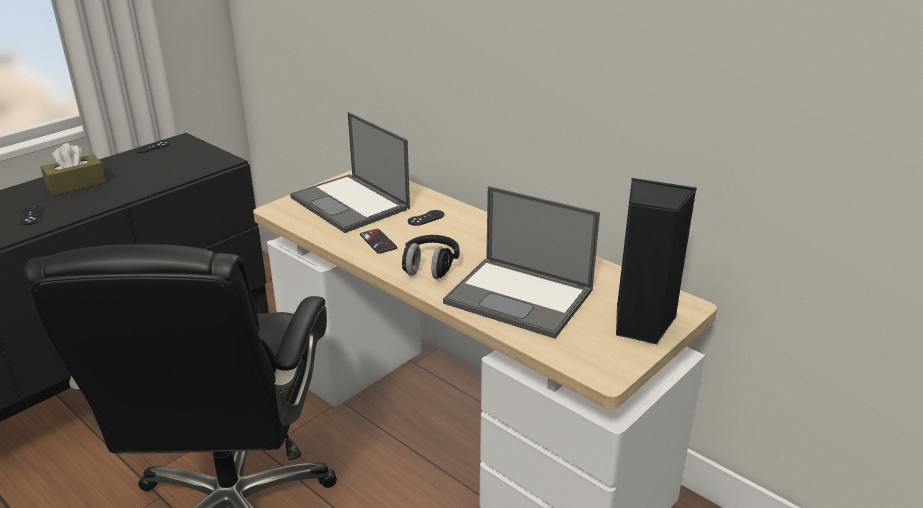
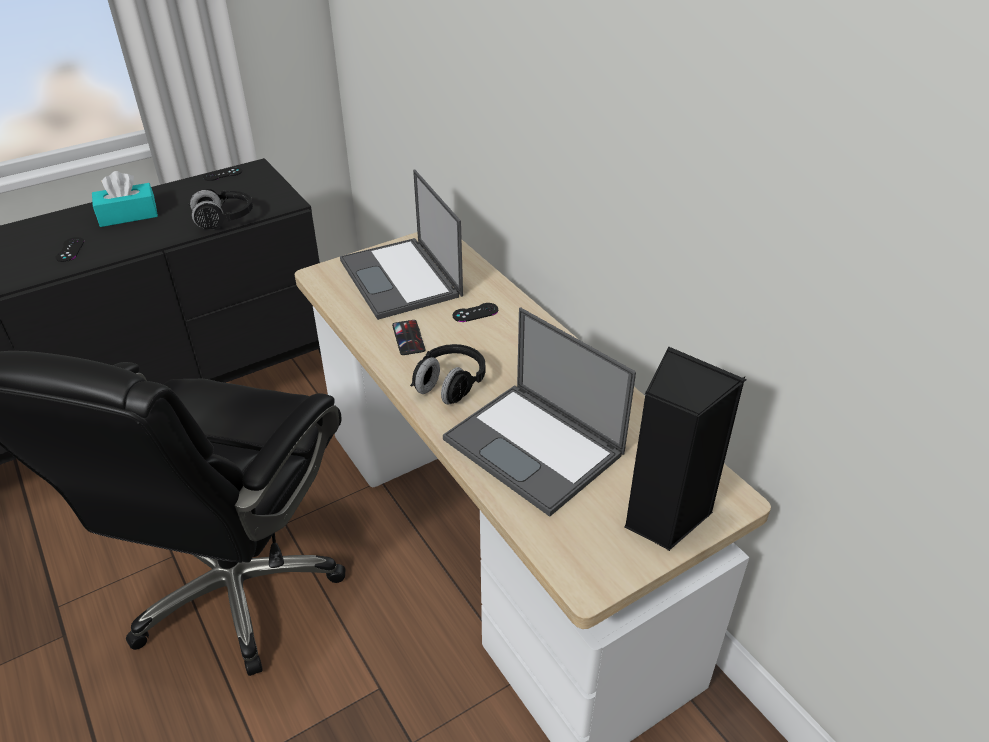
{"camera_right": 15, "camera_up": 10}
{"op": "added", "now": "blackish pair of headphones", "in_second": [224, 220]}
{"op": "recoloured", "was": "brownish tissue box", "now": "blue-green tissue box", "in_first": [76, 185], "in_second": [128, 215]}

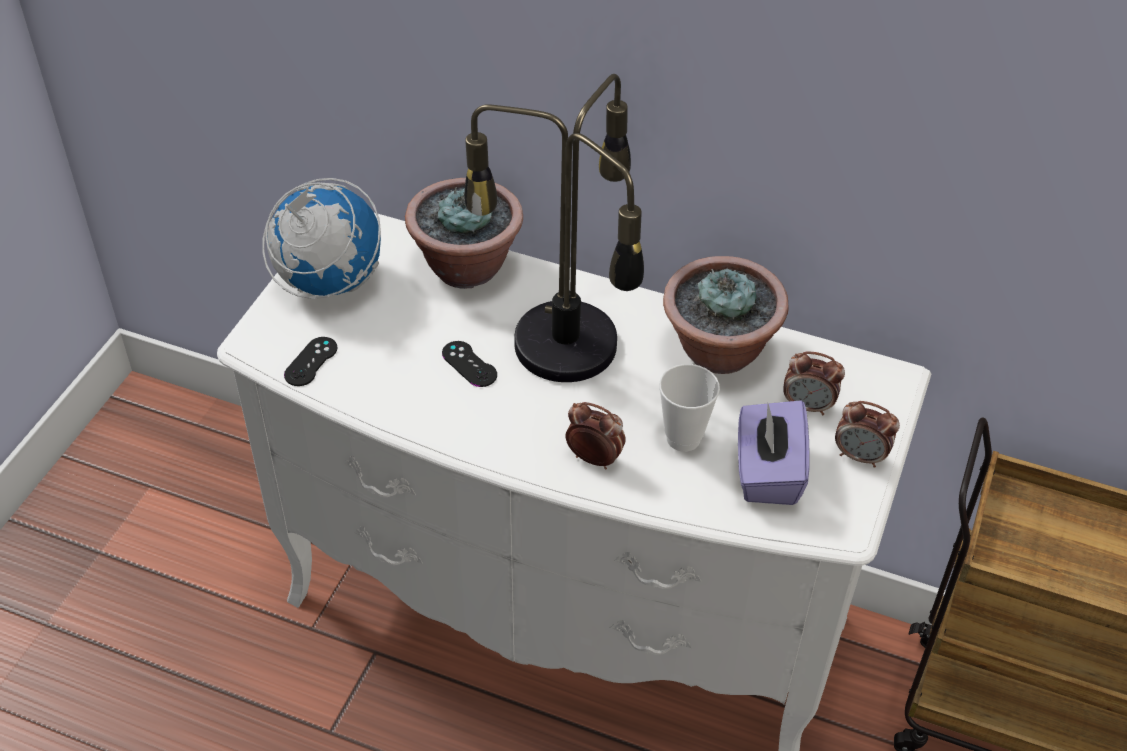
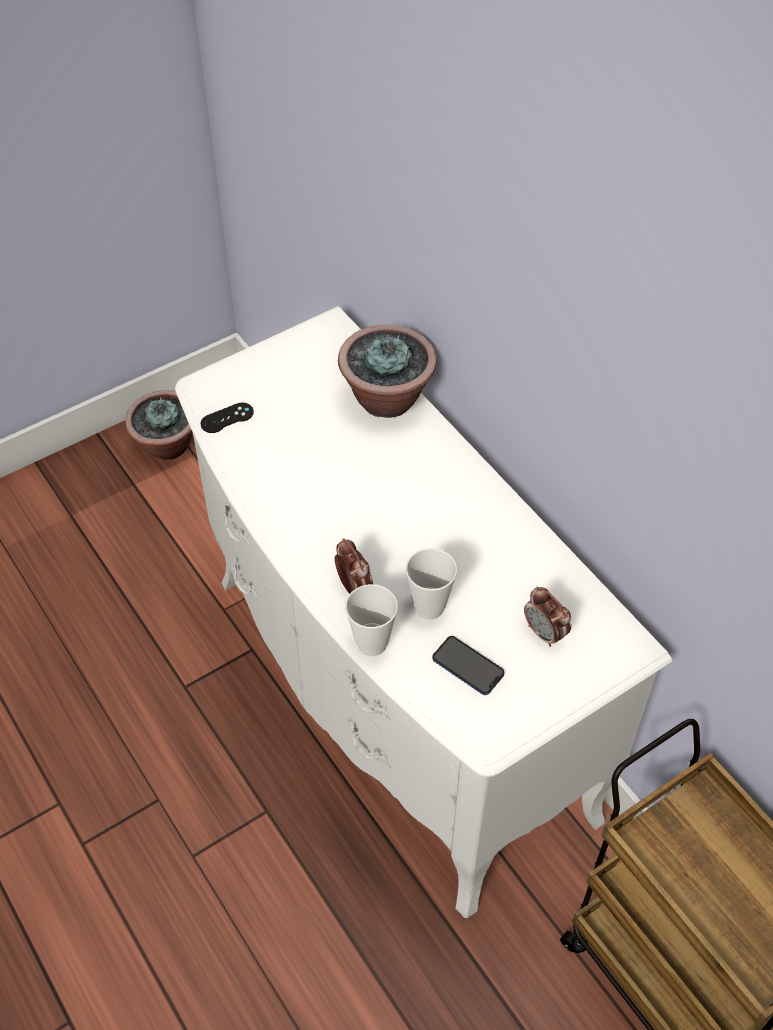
{"camera_right": 35, "camera_up": 5}
{"op": "removed", "was": "world globe", "in_first": [328, 282]}
{"op": "removed", "was": "blackish joypad", "in_first": [469, 364]}
{"op": "removed", "was": "lamp for a table", "in_first": [567, 343]}
{"op": "removed", "was": "alarm clock", "in_first": [860, 456]}
{"op": "added", "now": "small cup", "in_second": [372, 643]}
{"op": "moved", "was": "plant in a pot", "in_first": [719, 352], "in_second": [167, 446]}
{"op": "replaced", "was": "purple tissue box", "now": "phone", "in_first": [767, 472], "in_second": [468, 666]}

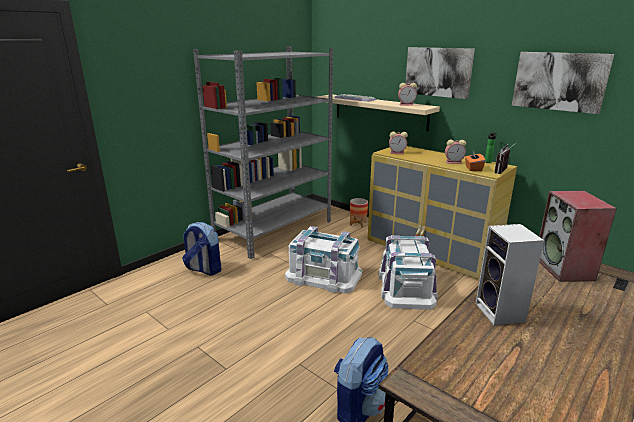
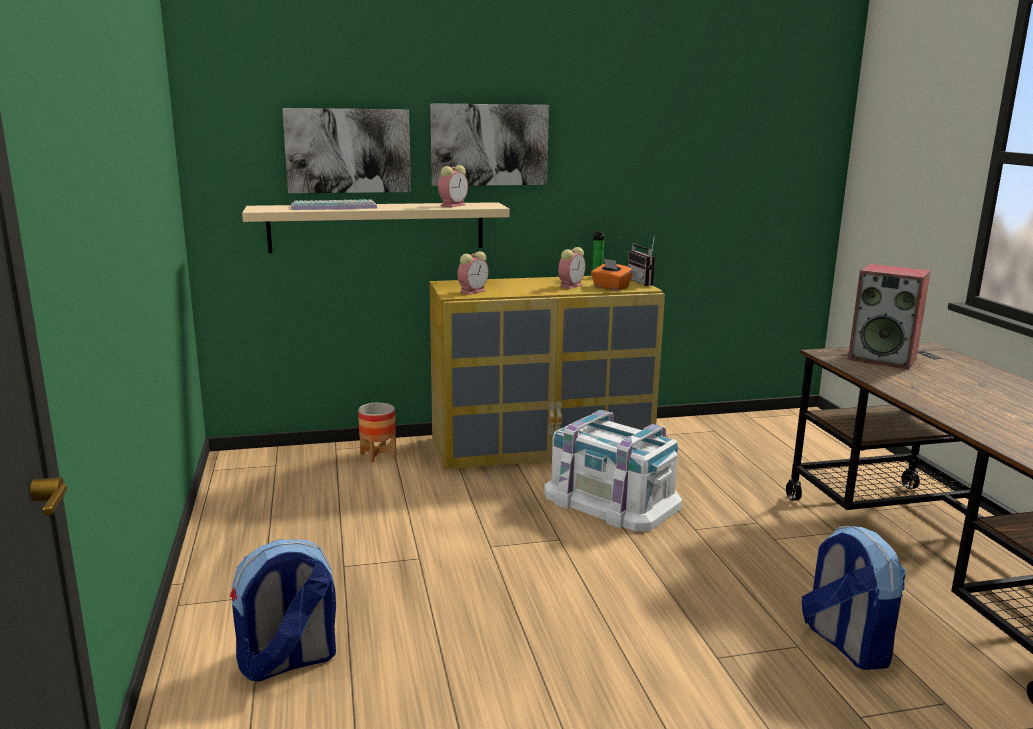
{"camera_right": -55, "camera_up": -5}
{"op": "removed", "was": "grey shelving unit", "in_first": [274, 230]}
{"op": "removed", "was": "white storage container", "in_first": [324, 275]}
{"op": "removed", "was": "speaker", "in_first": [501, 313]}
{"op": "moved", "was": "wall picture", "in_first": [559, 81], "in_second": [348, 150]}

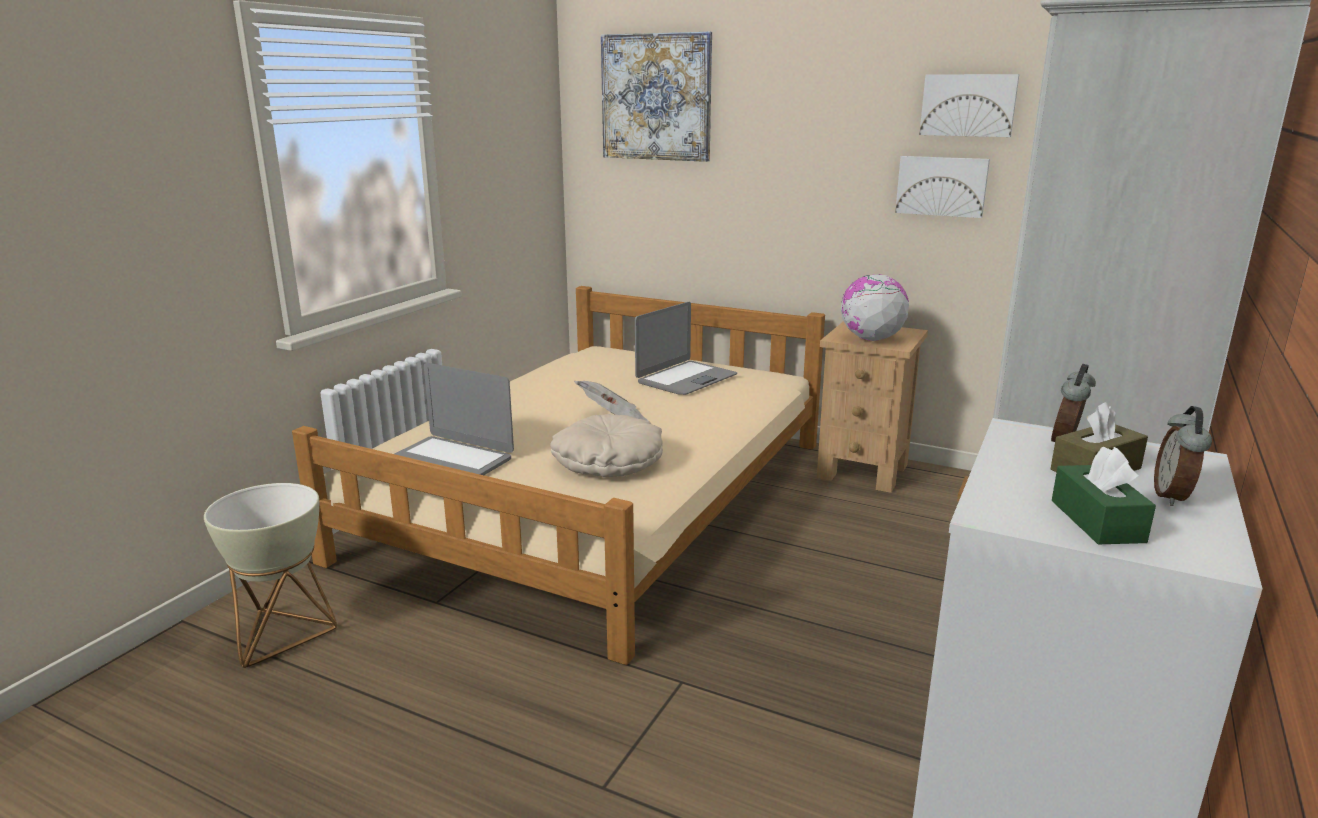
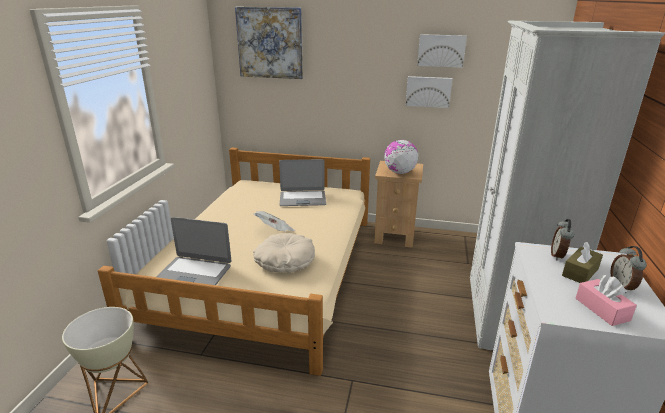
{"camera_right": -15, "camera_up": 5}
{"op": "recoloured", "was": "green tissue box", "now": "pink-coloured tissue box", "in_first": [1097, 521], "in_second": [602, 309]}
{"op": "turned", "was": "laptop", "in_first": [686, 379], "in_second": [302, 199], "clockwise": 60}

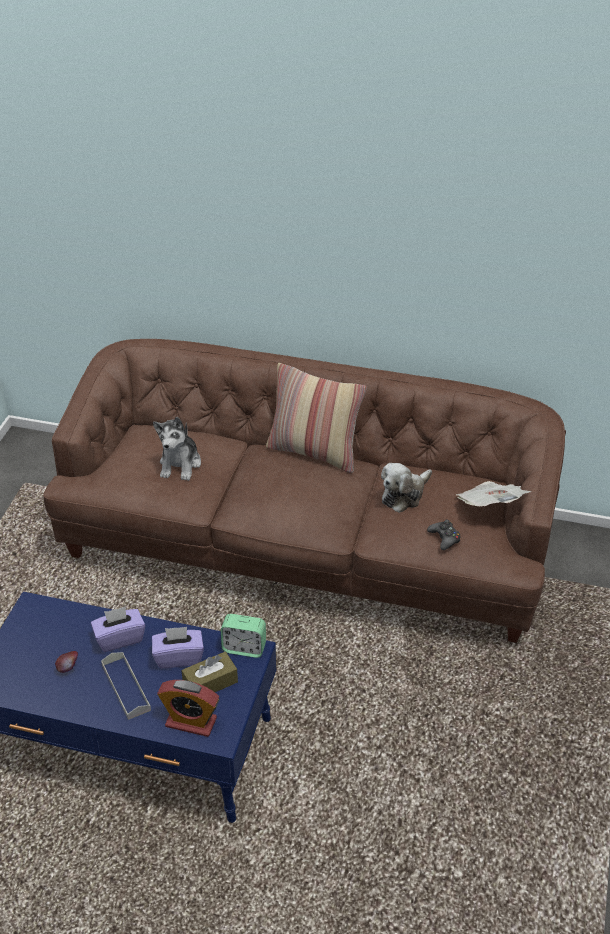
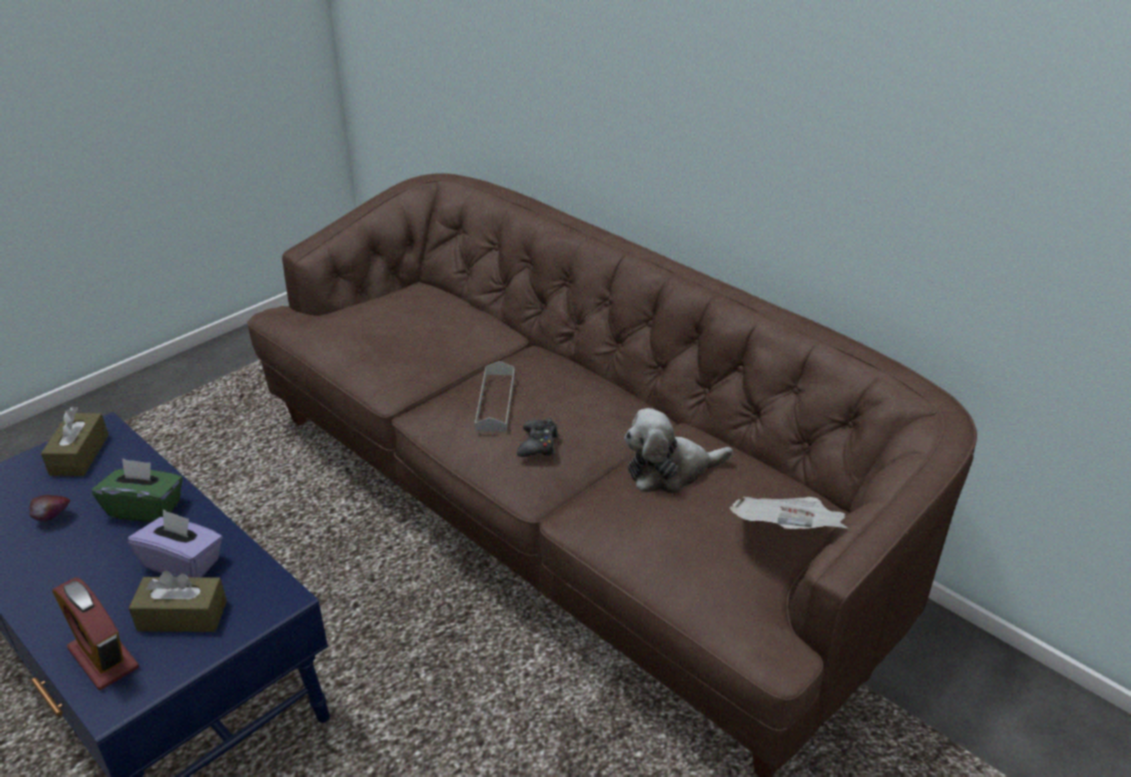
{"camera_right": 30, "camera_up": -5}
{"op": "removed", "was": "cuddly toy", "in_first": [180, 464]}
{"op": "removed", "was": "alarm clock", "in_first": [244, 648]}
{"op": "removed", "was": "throw pillow", "in_first": [314, 452]}
{"op": "added", "now": "brownish tissue box", "in_second": [79, 455]}
{"op": "moved", "was": "grey tray", "in_first": [126, 687], "in_second": [495, 402]}
{"op": "moved", "was": "blackish joypad", "in_first": [444, 538], "in_second": [538, 444]}
{"op": "recoloured", "was": "purple tissue box", "now": "green tissue box", "in_first": [119, 638], "in_second": [146, 508]}

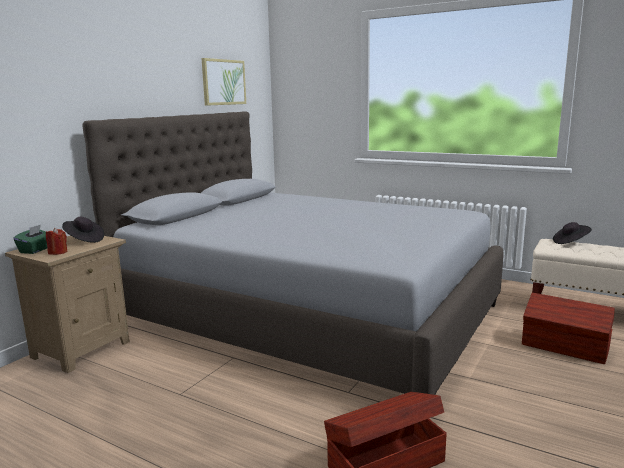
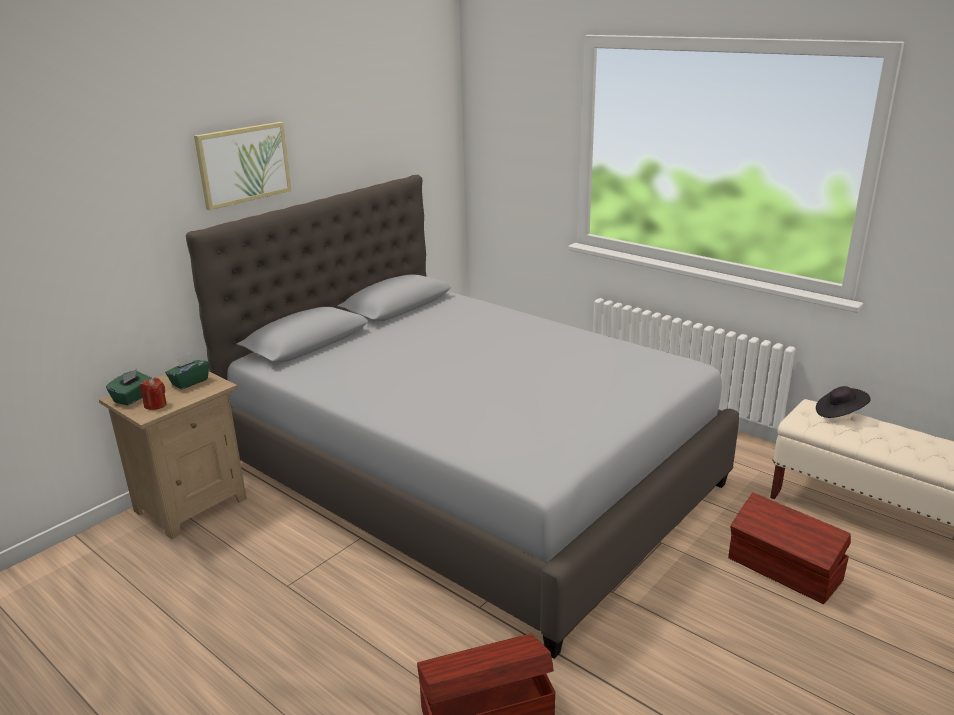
{"camera_right": 10, "camera_up": 10}
{"op": "moved", "was": "wall picture", "in_first": [223, 82], "in_second": [243, 164]}
{"op": "replaced", "was": "blackish clothing hat", "now": "green tissue box", "in_first": [84, 240], "in_second": [189, 382]}

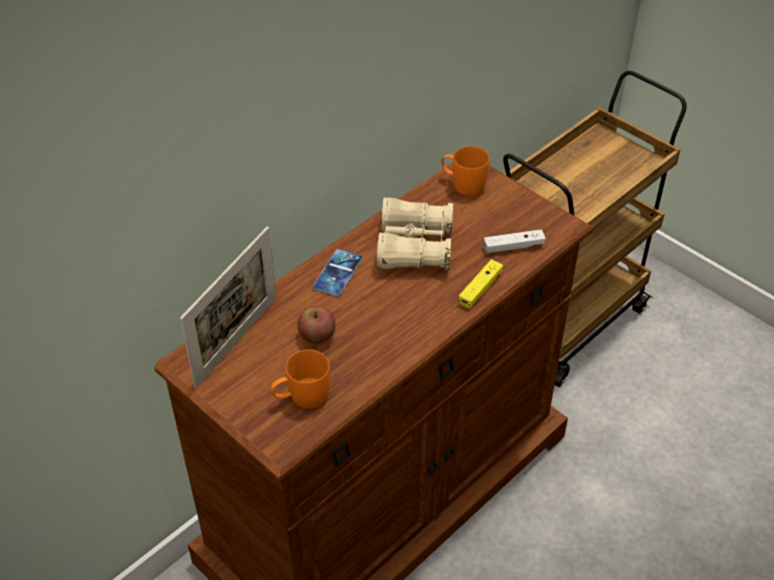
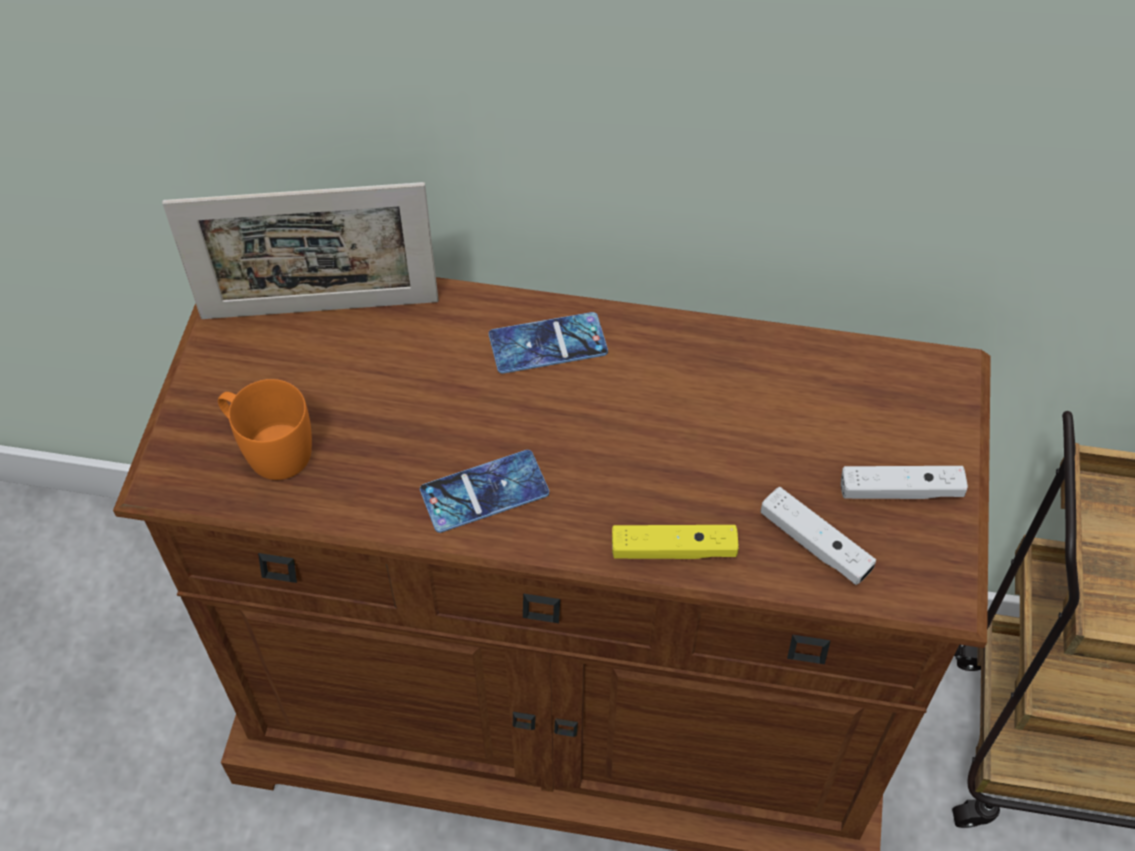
{"camera_right": 55, "camera_up": 10}
{"op": "removed", "was": "apple", "in_first": [317, 335]}
{"op": "removed", "was": "beige pair of binoculars", "in_first": [414, 247]}
{"op": "removed", "was": "orange coffee mug", "in_first": [462, 184]}
{"op": "added", "now": "phone", "in_second": [484, 492]}
{"op": "added", "now": "white joypad", "in_second": [900, 490]}

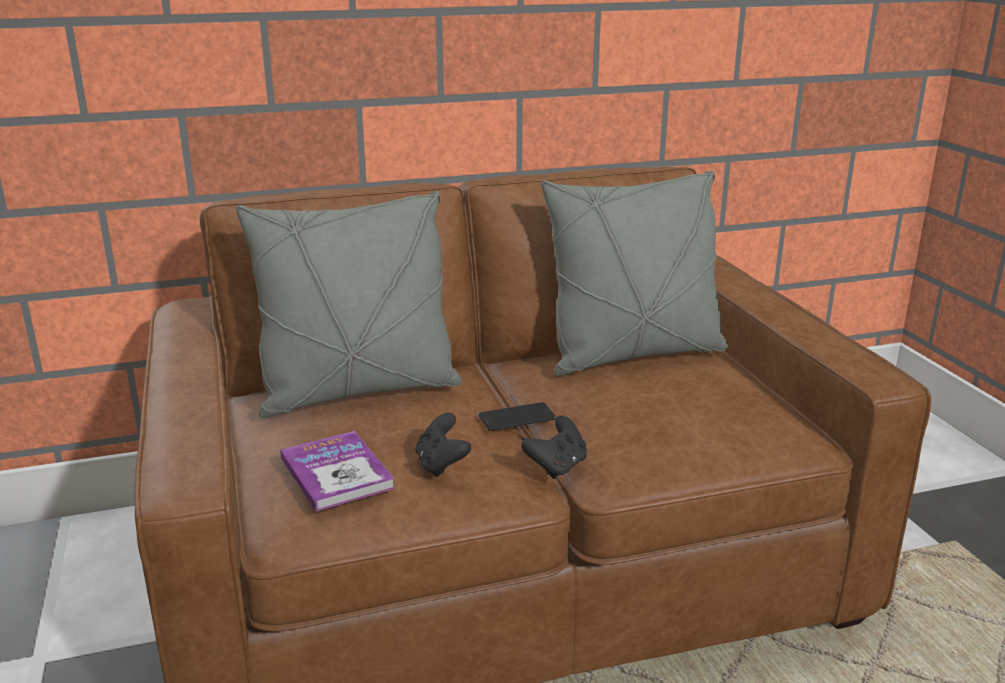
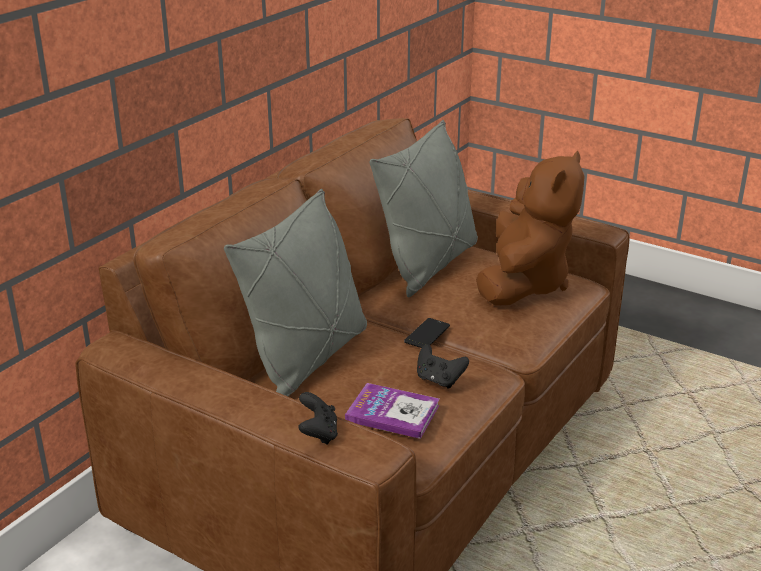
{"camera_right": -40, "camera_up": 5}
{"op": "added", "now": "brownish cuddly toy", "in_second": [523, 284]}
{"op": "moved", "was": "blackish joypad", "in_first": [557, 467], "in_second": [318, 434]}

